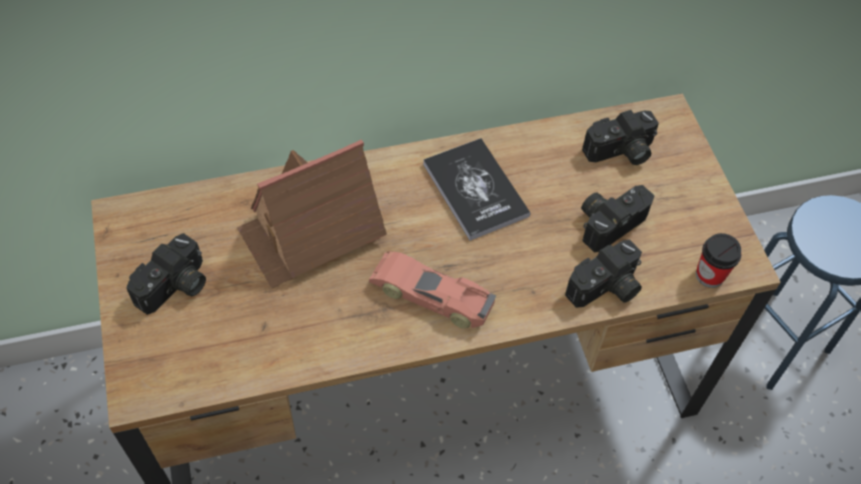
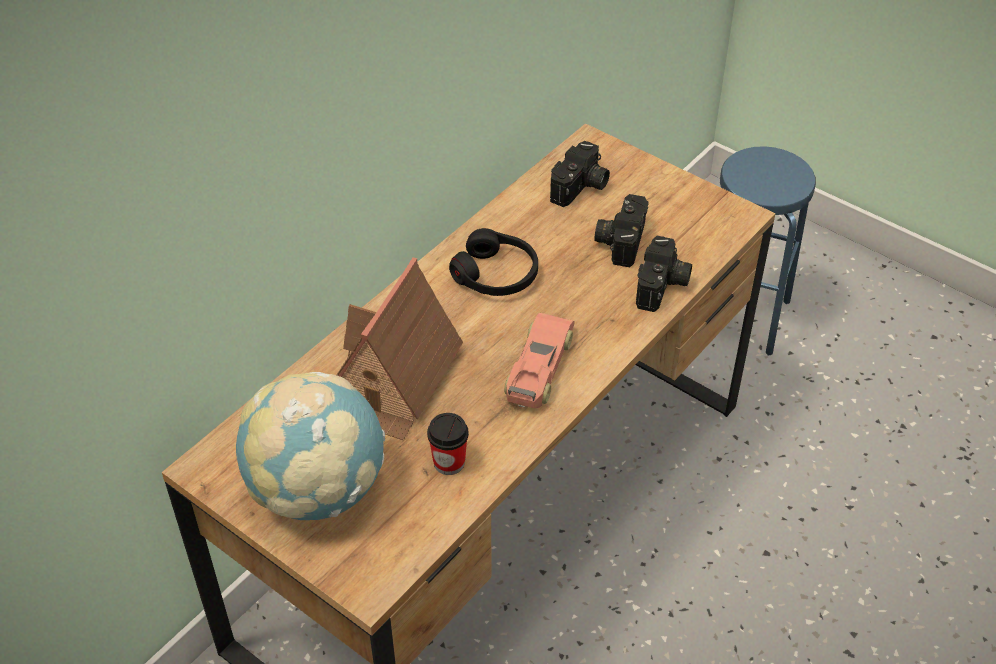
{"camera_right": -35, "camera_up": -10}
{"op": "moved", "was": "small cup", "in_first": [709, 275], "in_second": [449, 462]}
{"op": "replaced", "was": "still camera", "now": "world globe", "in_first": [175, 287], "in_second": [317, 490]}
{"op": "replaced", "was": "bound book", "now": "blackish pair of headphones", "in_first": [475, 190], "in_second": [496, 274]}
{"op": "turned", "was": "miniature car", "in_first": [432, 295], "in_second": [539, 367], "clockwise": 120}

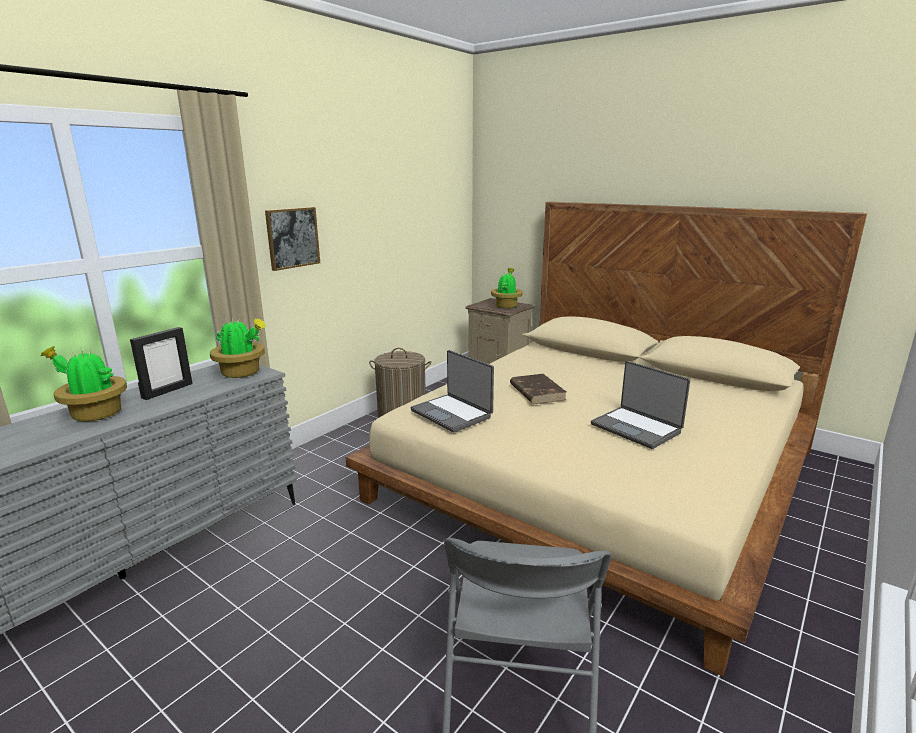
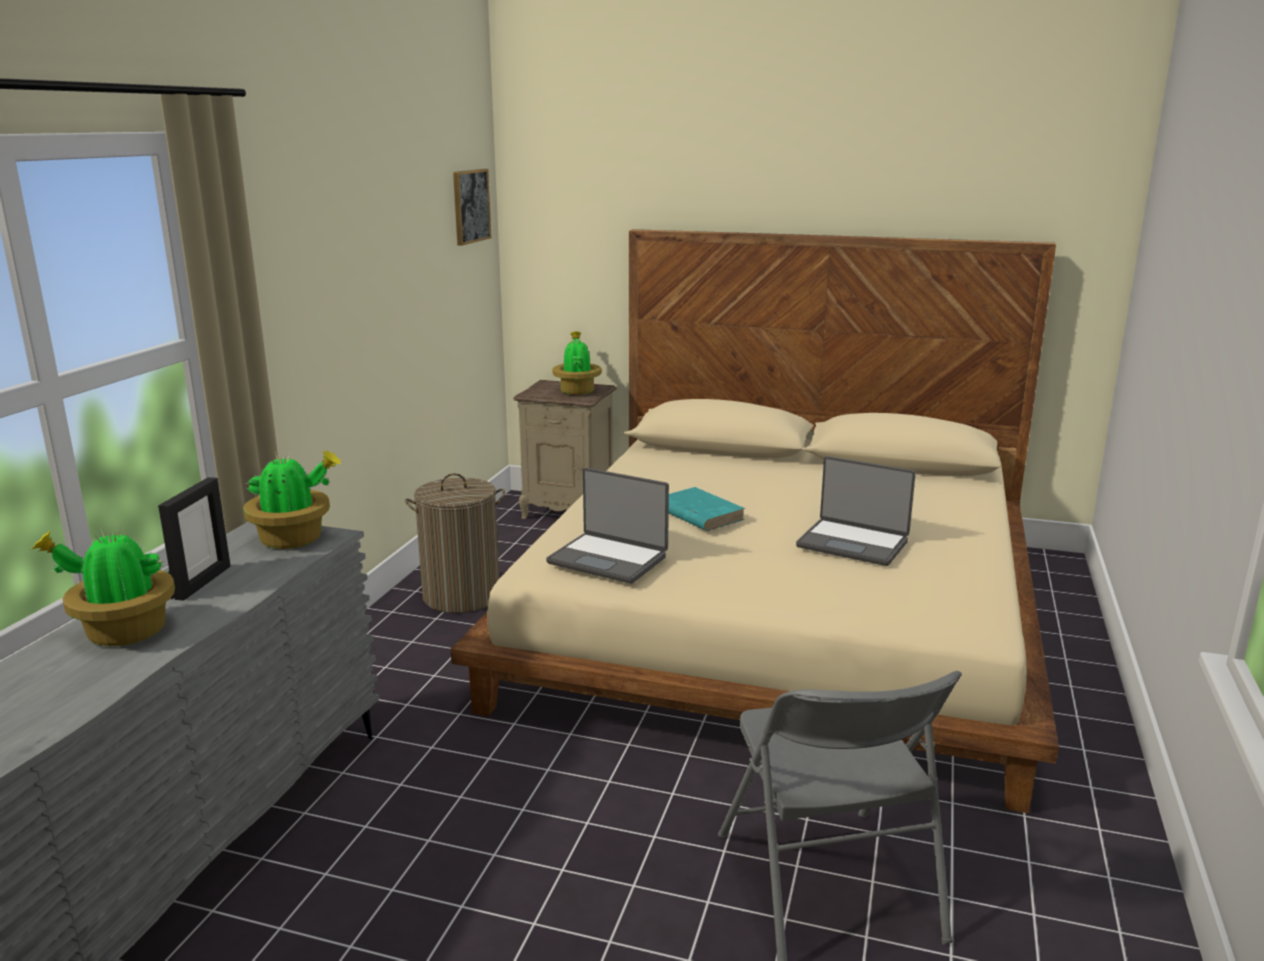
{"camera_right": -20, "camera_up": 0}
{"op": "moved", "was": "wall picture", "in_first": [292, 238], "in_second": [470, 206]}
{"op": "recoloured", "was": "brownish bound book", "now": "blue-green bound book", "in_first": [537, 392], "in_second": [698, 514]}

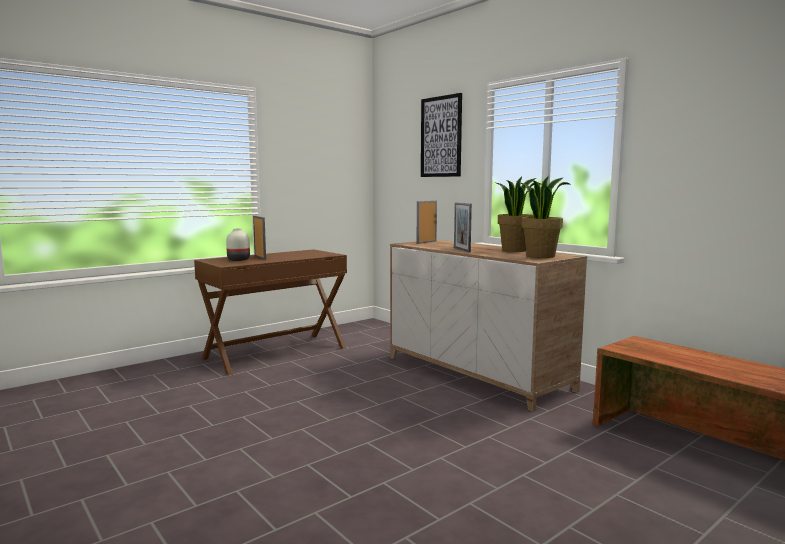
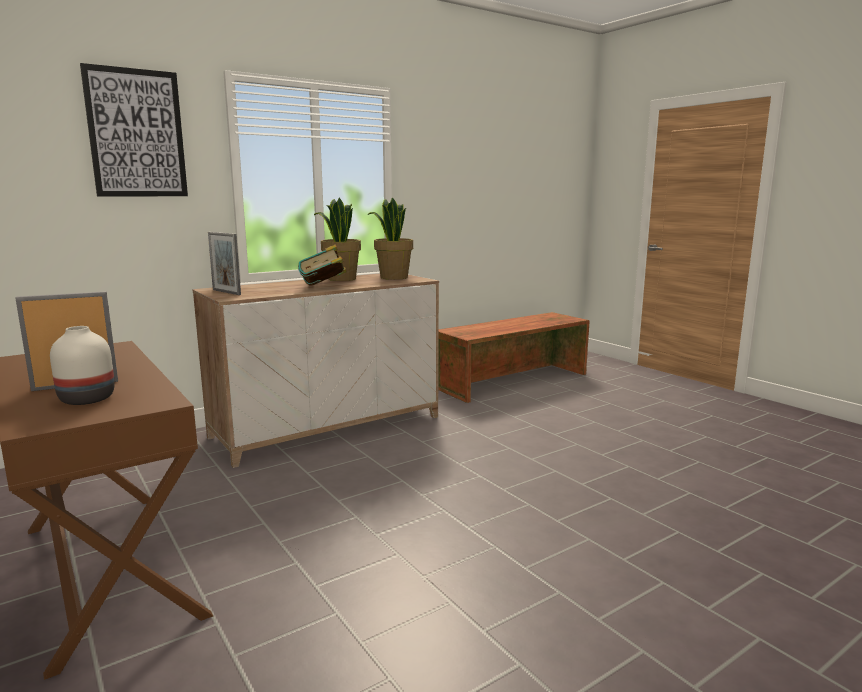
{"camera_right": -85, "camera_up": 5}
{"op": "replaced", "was": "standing frame", "now": "bound book", "in_first": [461, 249], "in_second": [324, 287]}

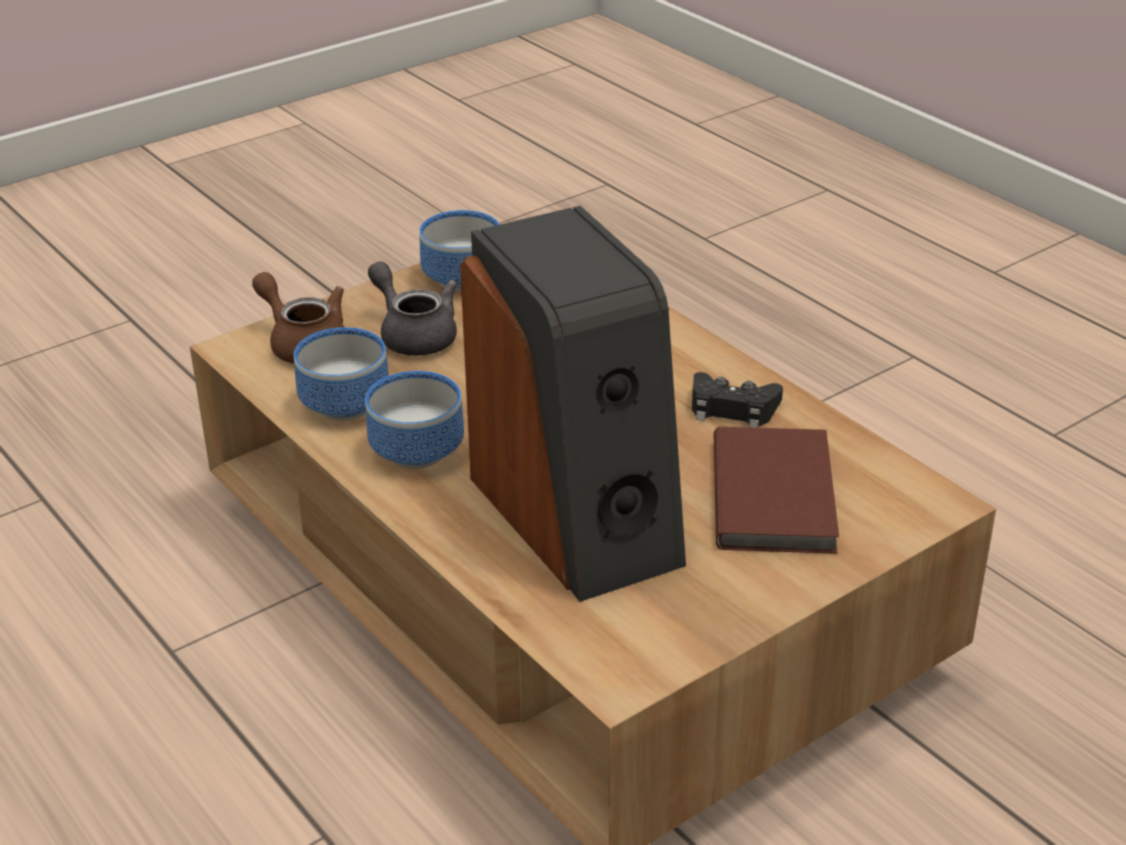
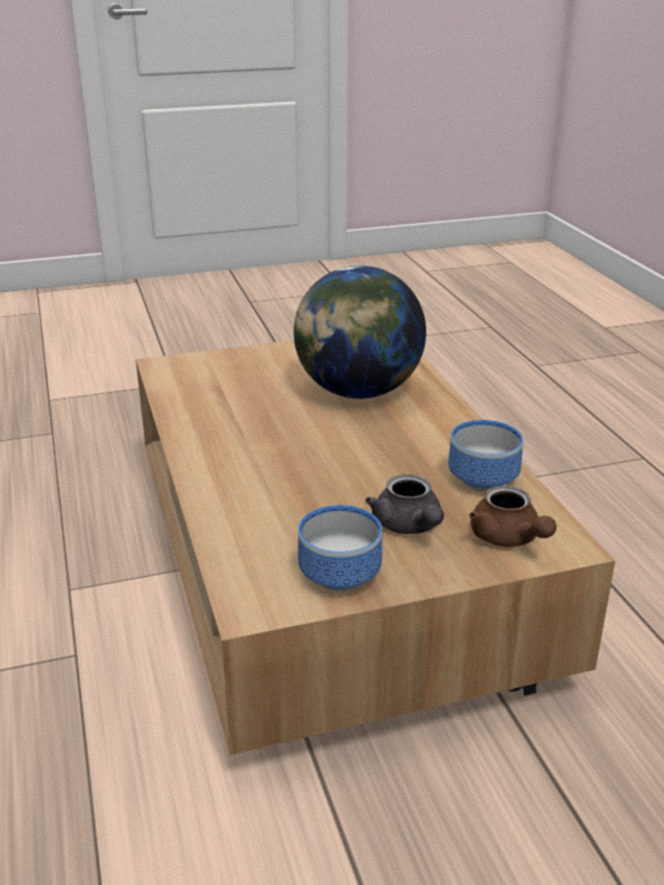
{"camera_right": -160, "camera_up": -5}
{"op": "removed", "was": "bowl", "in_first": [416, 449]}
{"op": "removed", "was": "blackish joypad", "in_first": [732, 409]}
{"op": "removed", "was": "brownish bound book", "in_first": [777, 494]}
{"op": "replaced", "was": "speaker", "now": "world globe", "in_first": [579, 517], "in_second": [358, 392]}

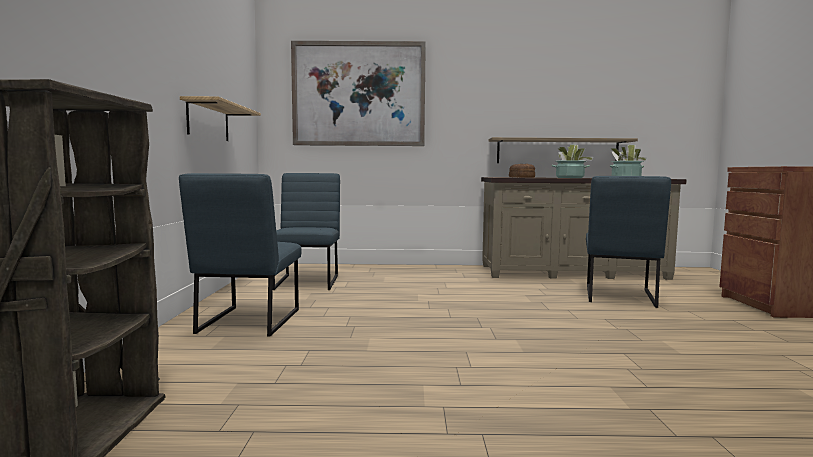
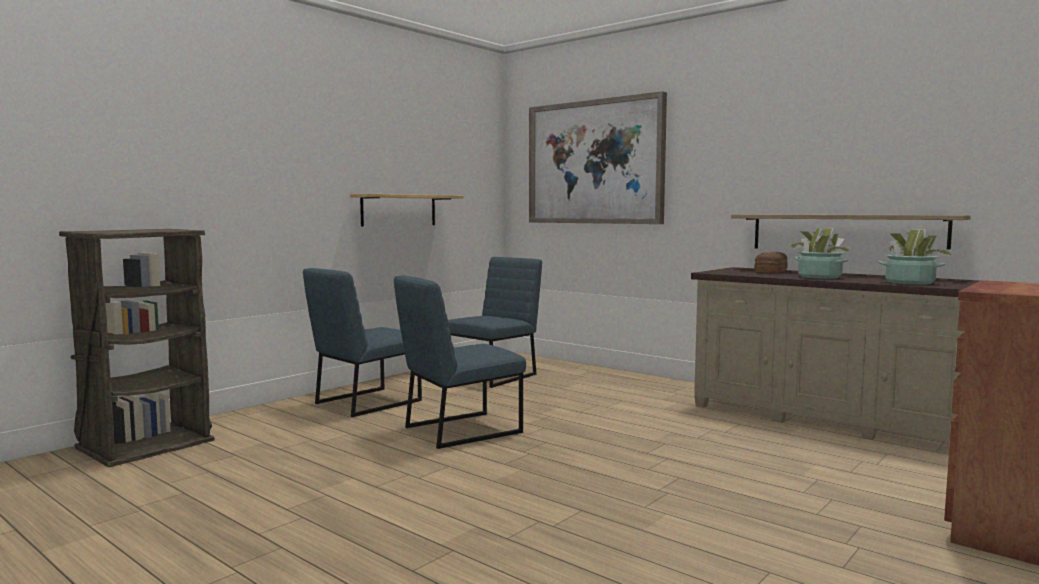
{"camera_right": 40, "camera_up": 0}
{"op": "moved", "was": "blue-coloured upright chair", "in_first": [619, 296], "in_second": [459, 430]}

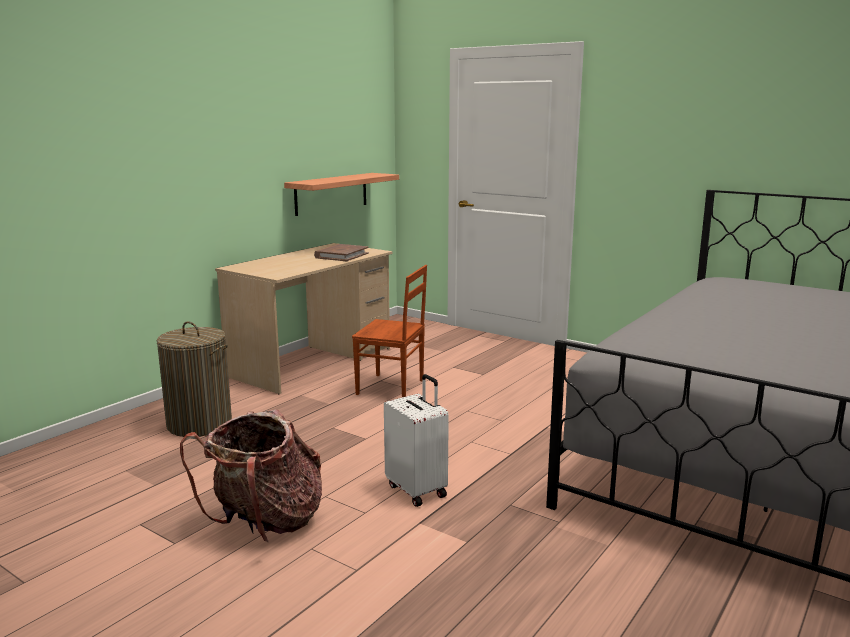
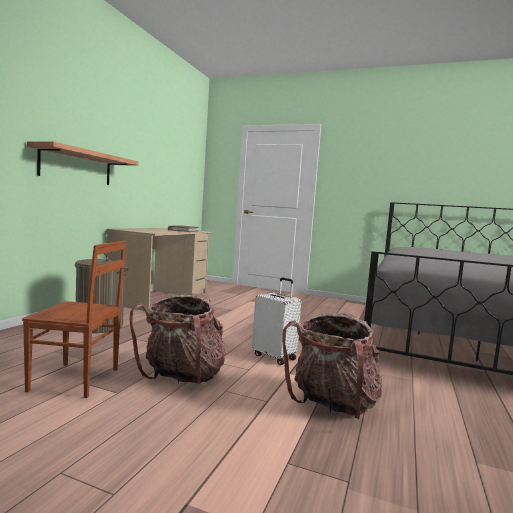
{"camera_right": -15, "camera_up": -10}
{"op": "added", "now": "knapsack", "in_second": [332, 406]}
{"op": "moved", "was": "bracket shelf", "in_first": [331, 193], "in_second": [76, 166]}
{"op": "moved", "was": "brownish upright chair", "in_first": [391, 388], "in_second": [75, 380]}

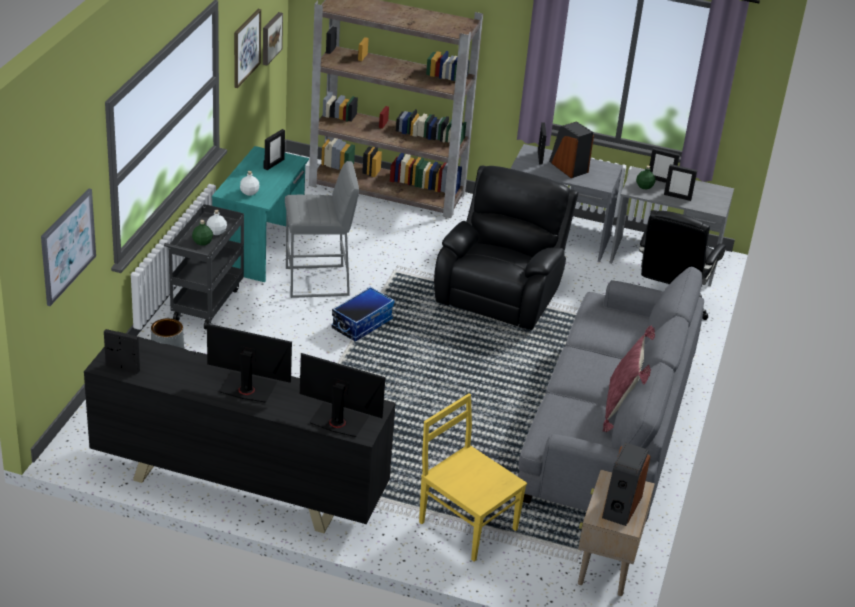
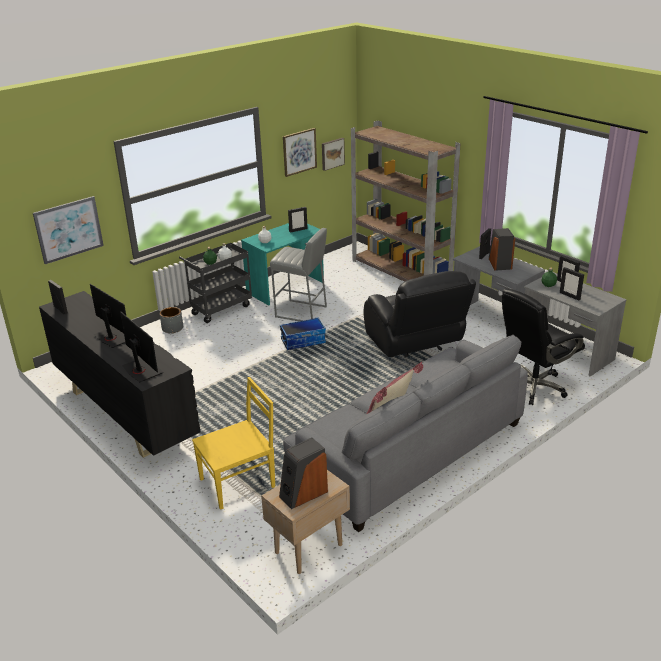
{"camera_right": 35, "camera_up": -5}
{"op": "turned", "was": "yellow-coloured upright chair", "in_first": [466, 524], "in_second": [239, 482], "clockwise": 75}
{"op": "turned", "was": "blackish easy chair", "in_first": [500, 295], "in_second": [415, 345], "clockwise": 105}

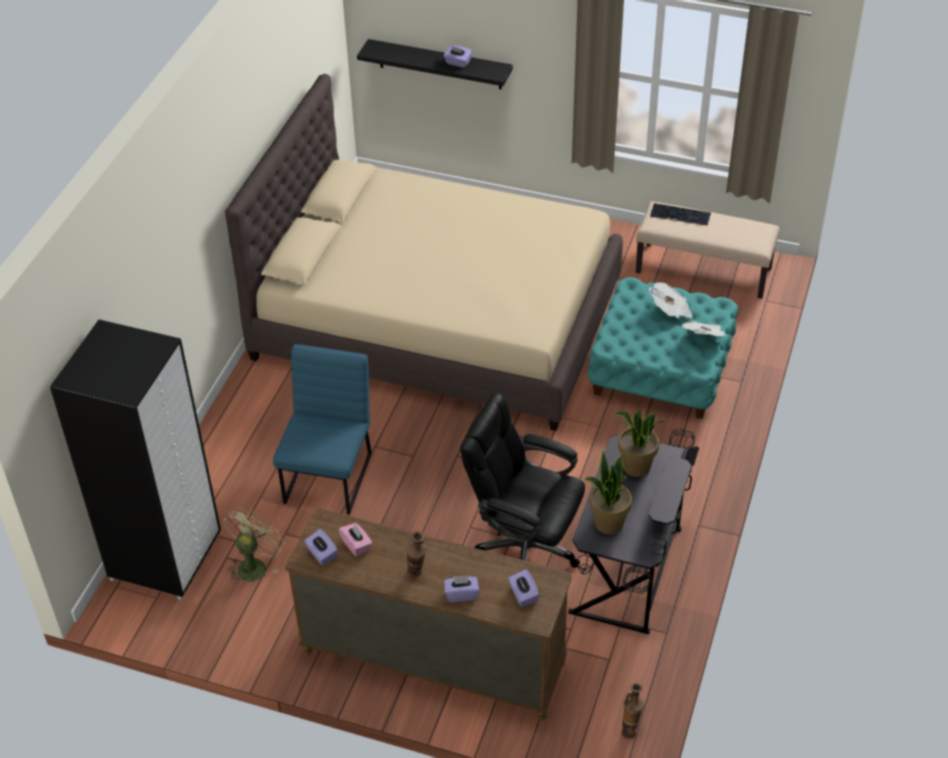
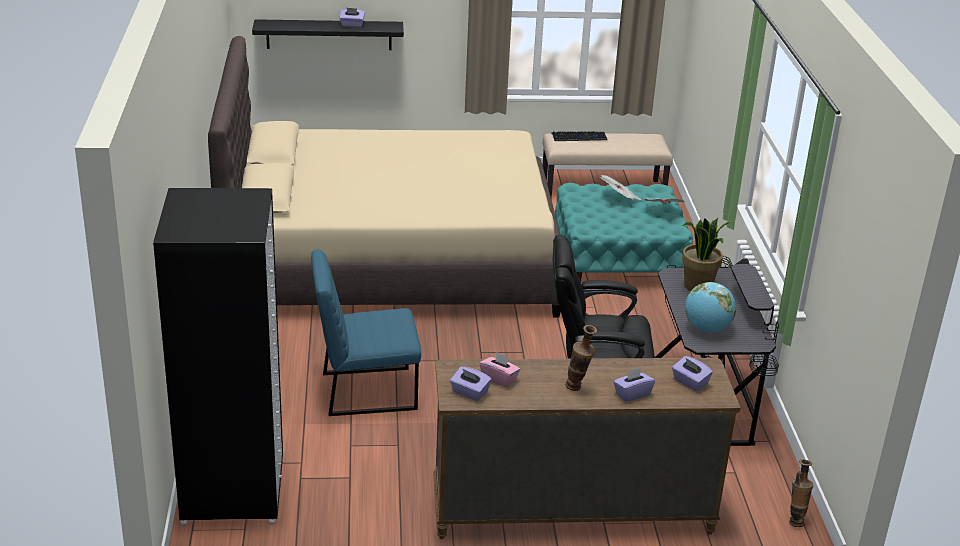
{"camera_right": -25, "camera_up": -15}
{"op": "removed", "was": "green fan", "in_first": [254, 565]}
{"op": "replaced", "was": "plant in a pot", "now": "world globe", "in_first": [608, 523], "in_second": [707, 328]}
{"op": "turned", "was": "blue-coloured upright chair", "in_first": [329, 475], "in_second": [365, 391], "clockwise": -90}

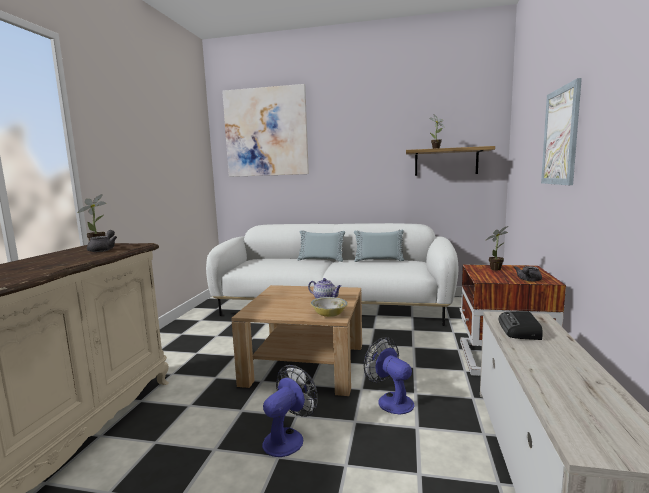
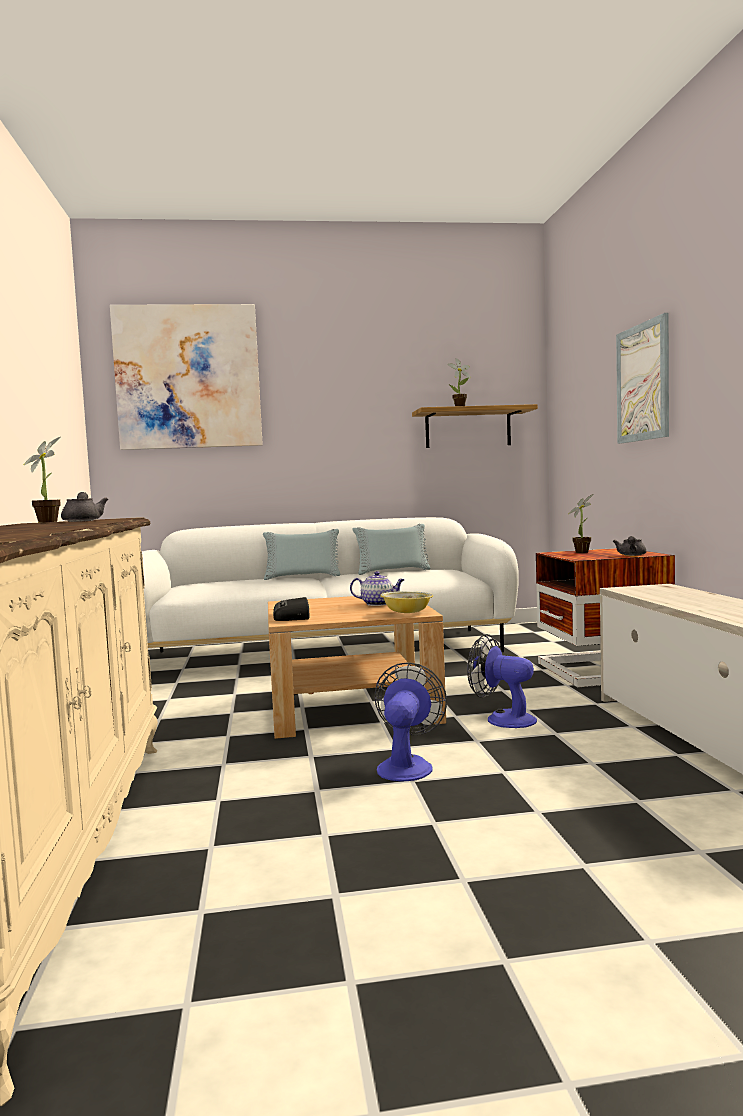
{"camera_right": -20, "camera_up": -5}
{"op": "moved", "was": "radio", "in_first": [520, 330], "in_second": [292, 616]}

